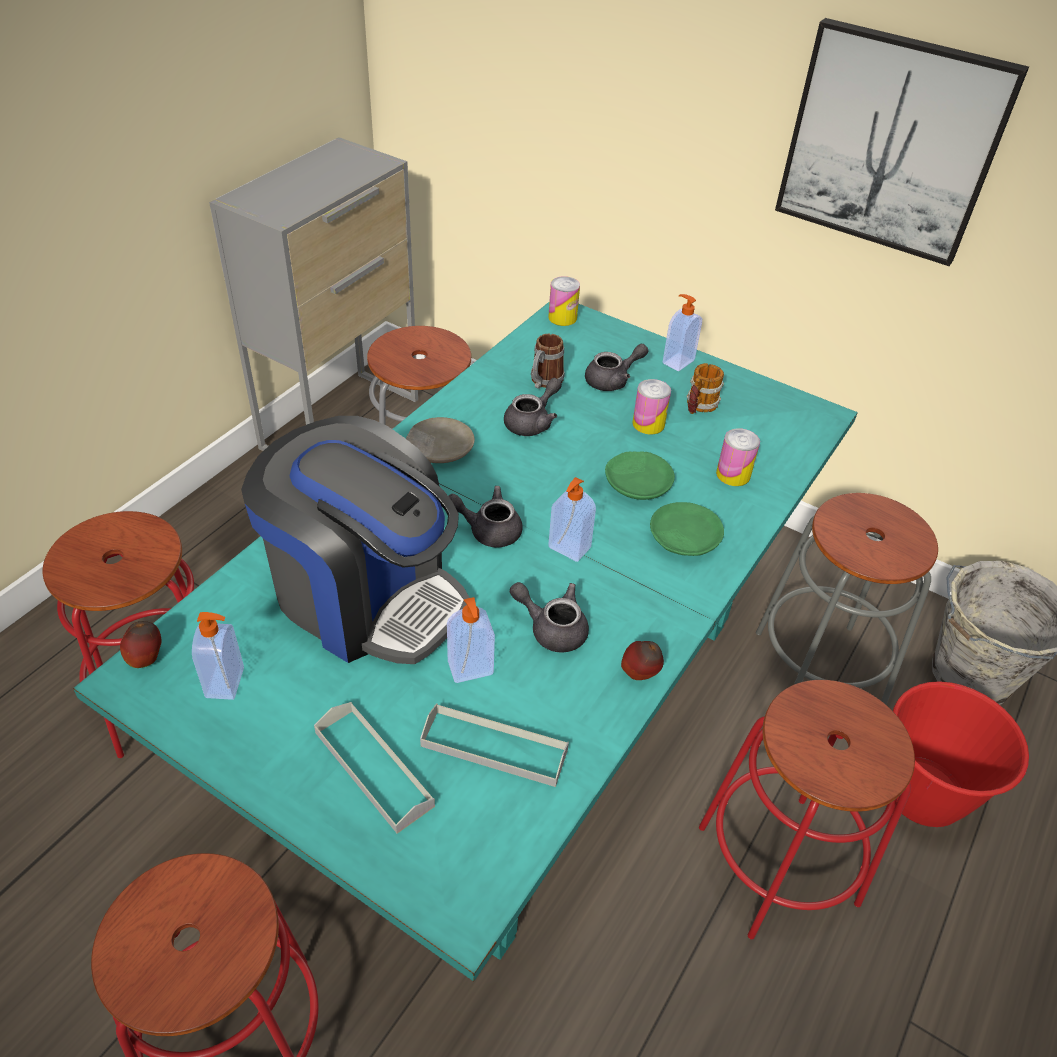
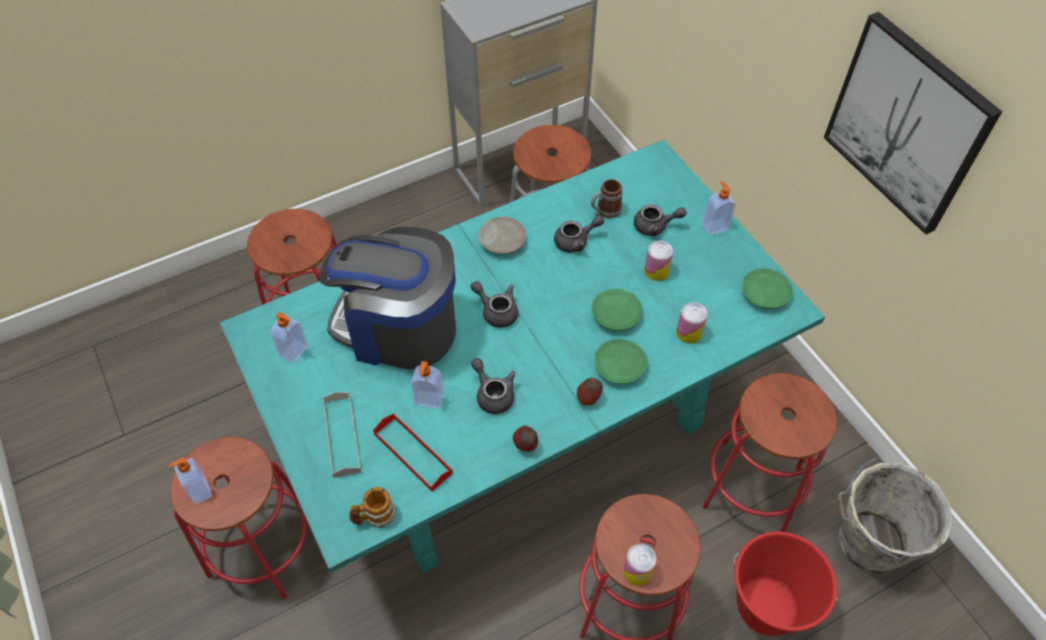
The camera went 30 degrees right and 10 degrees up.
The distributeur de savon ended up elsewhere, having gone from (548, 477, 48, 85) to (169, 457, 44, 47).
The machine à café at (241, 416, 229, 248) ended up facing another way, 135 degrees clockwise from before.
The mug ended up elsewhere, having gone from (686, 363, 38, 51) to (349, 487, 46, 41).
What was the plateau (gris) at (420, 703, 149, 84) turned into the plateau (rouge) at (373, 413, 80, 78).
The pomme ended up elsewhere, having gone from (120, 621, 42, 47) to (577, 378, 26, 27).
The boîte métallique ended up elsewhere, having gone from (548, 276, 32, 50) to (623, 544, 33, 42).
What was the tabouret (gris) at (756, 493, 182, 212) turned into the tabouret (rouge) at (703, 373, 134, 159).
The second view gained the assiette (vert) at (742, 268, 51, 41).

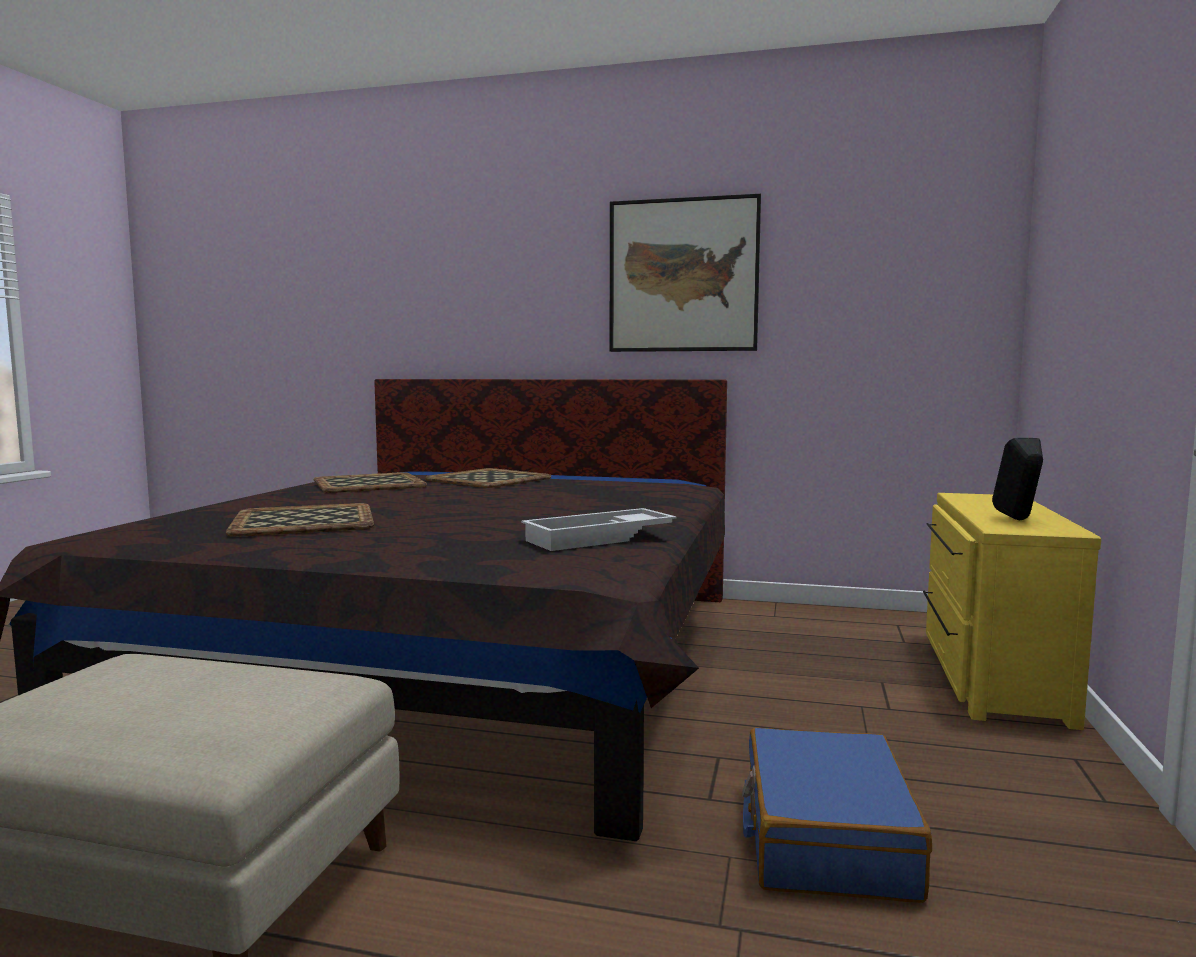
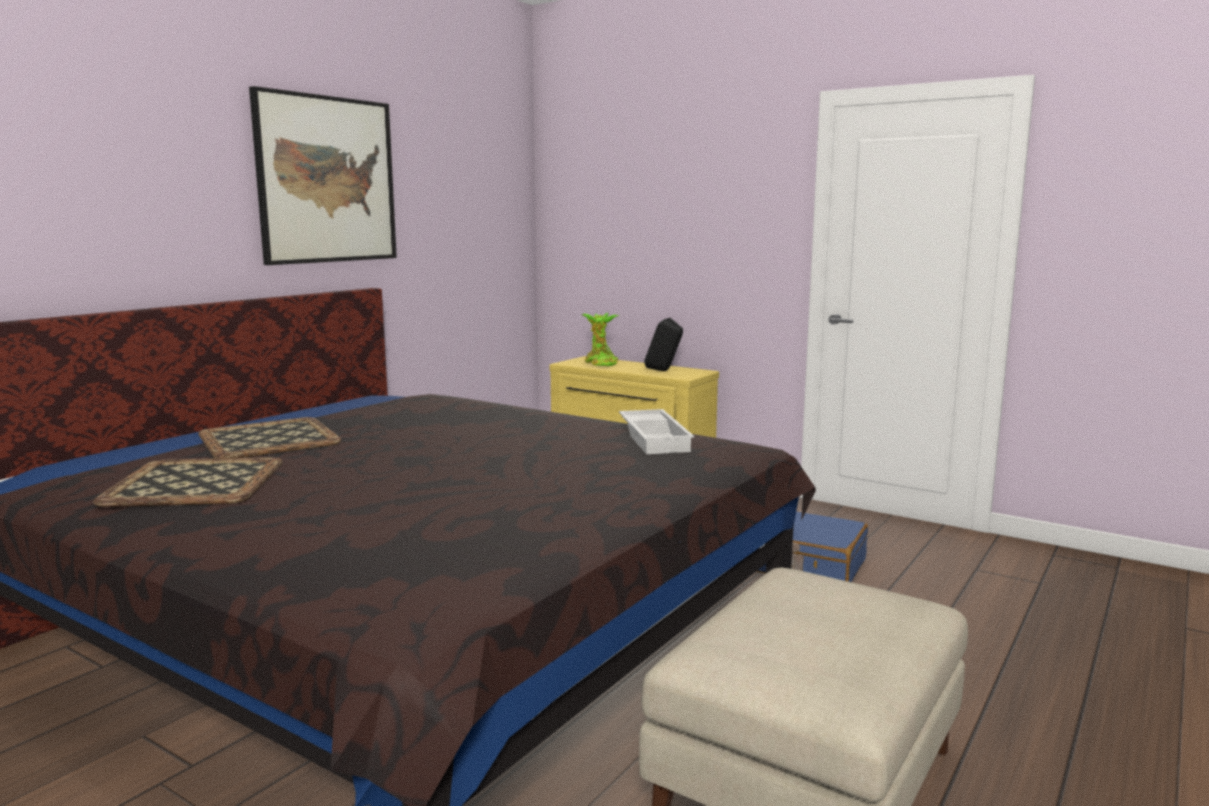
The camera went 70 degrees left and 5 degrees up.
The second view gained the plante en pot at (582, 313, 38, 53).
The second view lost the plateau at (226, 503, 148, 34).

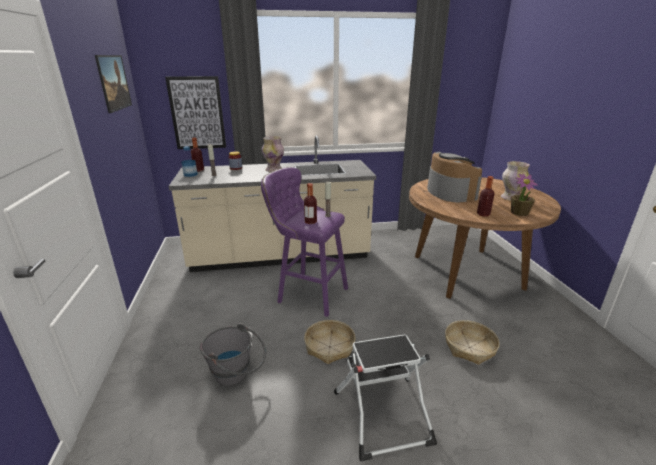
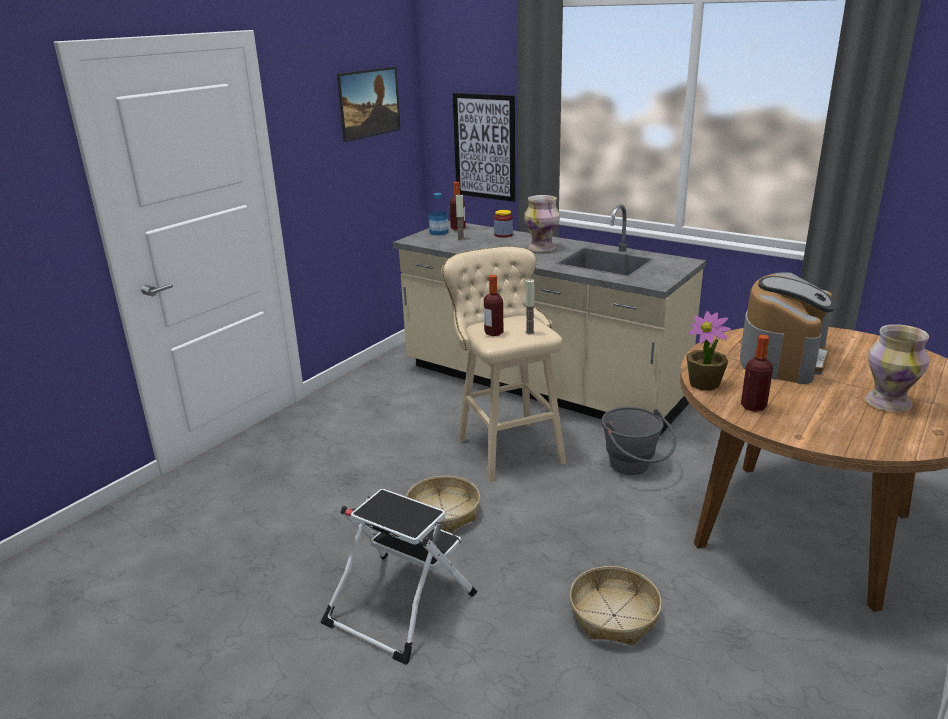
The camera went 45 degrees right and 0 degrees up.
What was the tabouret (violet) at (261, 167, 87, 150) turned into the tabouret (beige) at (441, 246, 125, 236).
The seau (gris) ended up elsewhere, having gone from (200, 323, 66, 63) to (601, 407, 75, 68).
The plante en pot ended up elsewhere, having gone from (511, 173, 27, 43) to (686, 311, 45, 79).

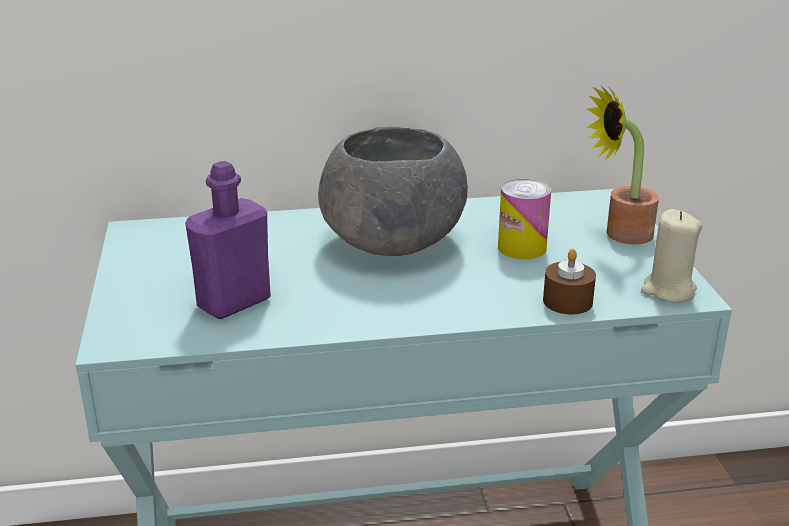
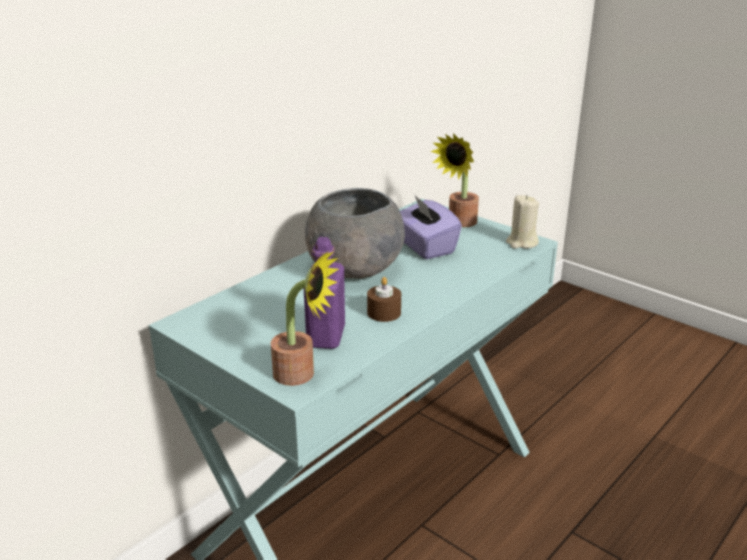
The camera went 40 degrees left and 0 degrees up.
The second view gained the plante en pot at (271, 251, 68, 135).
The bougie (marron) ended up elsewhere, having gone from (543, 249, 53, 65) to (367, 277, 34, 45).
Where the boîte métallique stood at (498, 179, 53, 80), the boîte à mouchoirs (violet) came to stand at (400, 194, 62, 65).

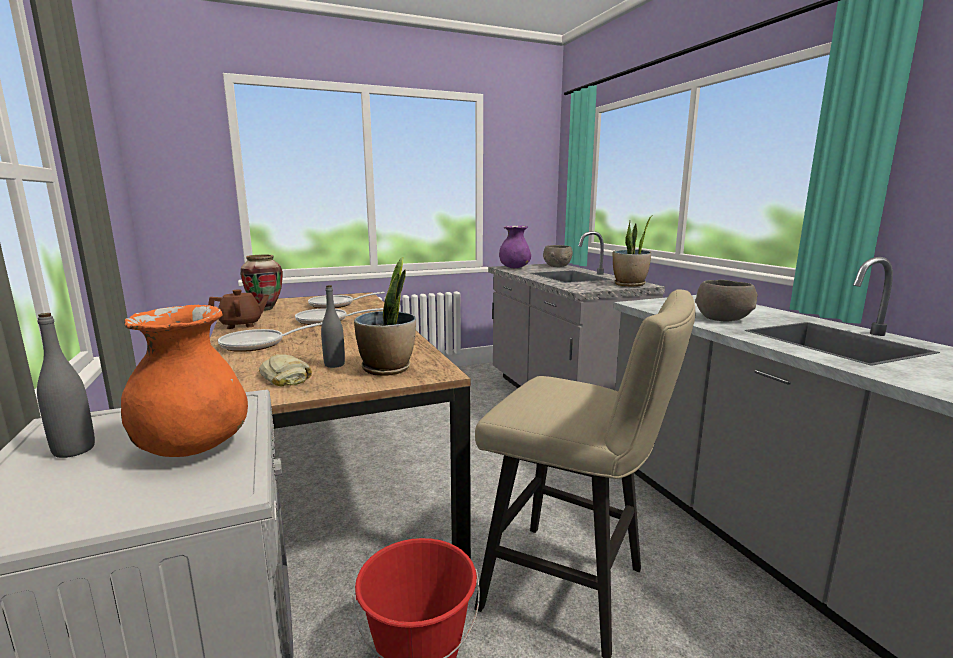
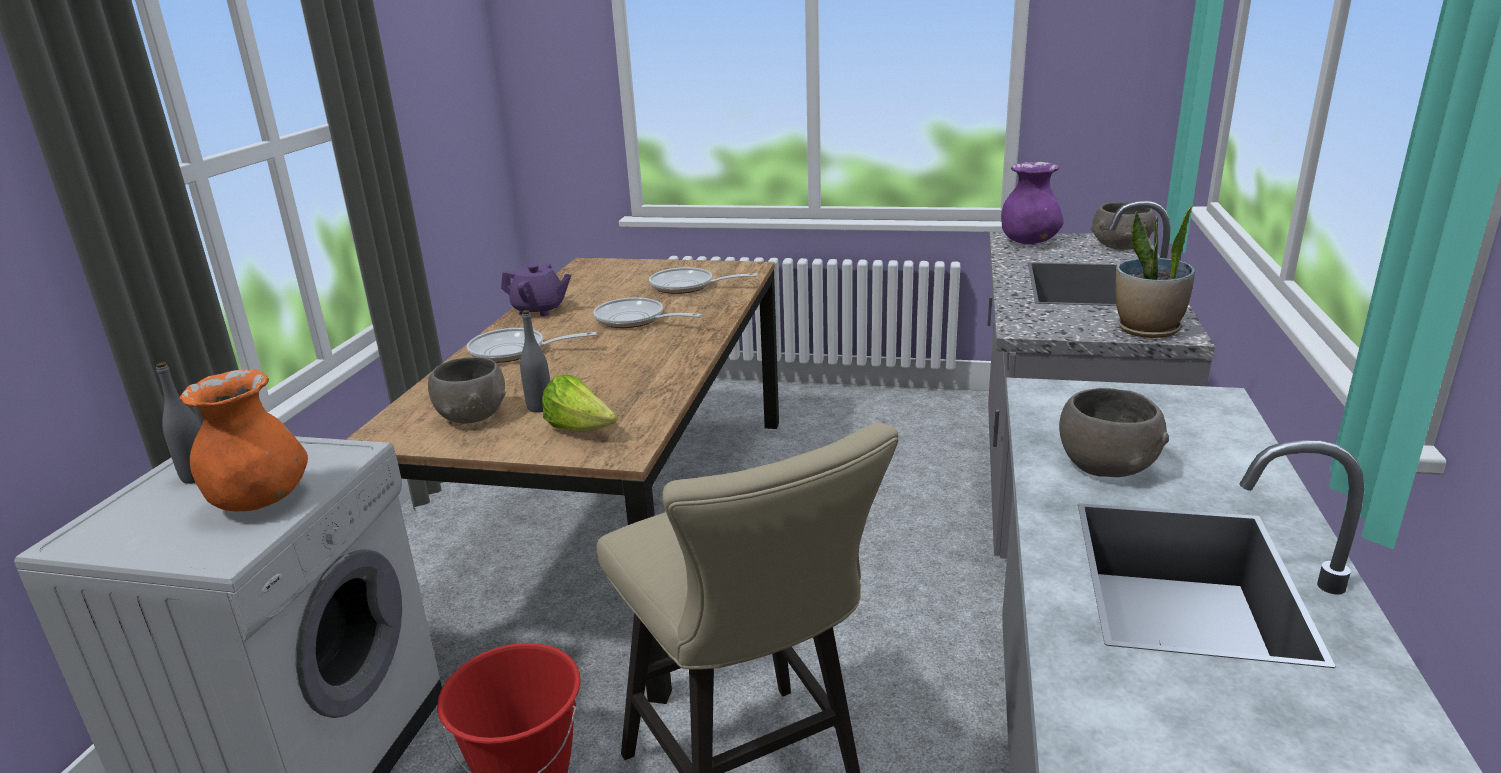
The camera went 35 degrees right and 10 degrees up.
Where the pain stood at (259, 354, 53, 33), the bol (gris) came to stand at (428, 357, 78, 67).
What was the théière (marron) at (208, 289, 61, 40) turned into the théière (violet) at (501, 264, 70, 52).
Where the plante en pot stood at (354, 257, 62, 119), the laitue came to stand at (542, 375, 76, 57).
The second view lost the vase at (240, 255, 43, 56).

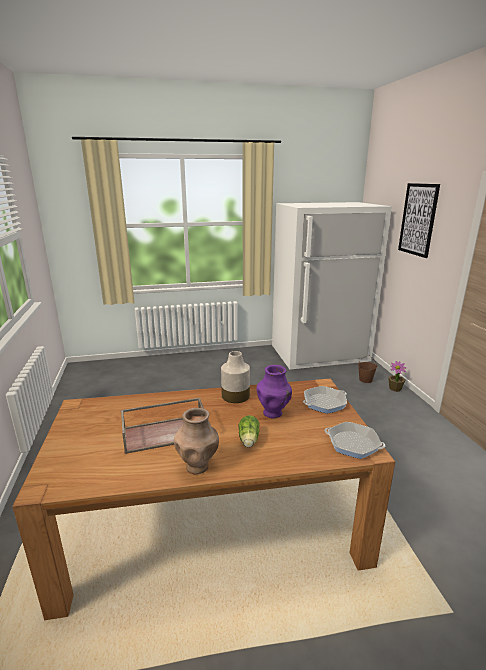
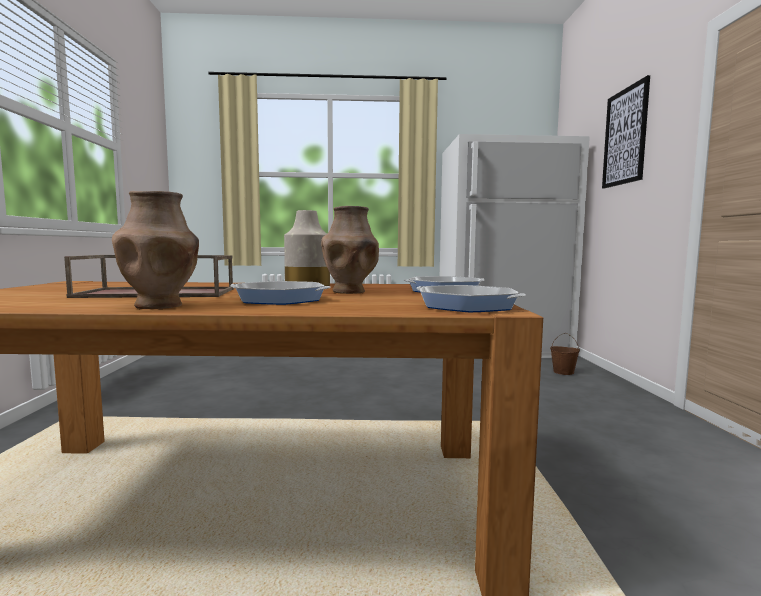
The camera went 10 degrees right and 15 degrees down.
Where the laitue stood at (239, 415, 20, 32), the poêle came to stand at (230, 281, 100, 24).
What was the vase (violet) at (256, 365, 36, 53) turned into the vase (marron) at (321, 206, 58, 88).
The second view lost the plante en pot at (388, 361, 18, 31).

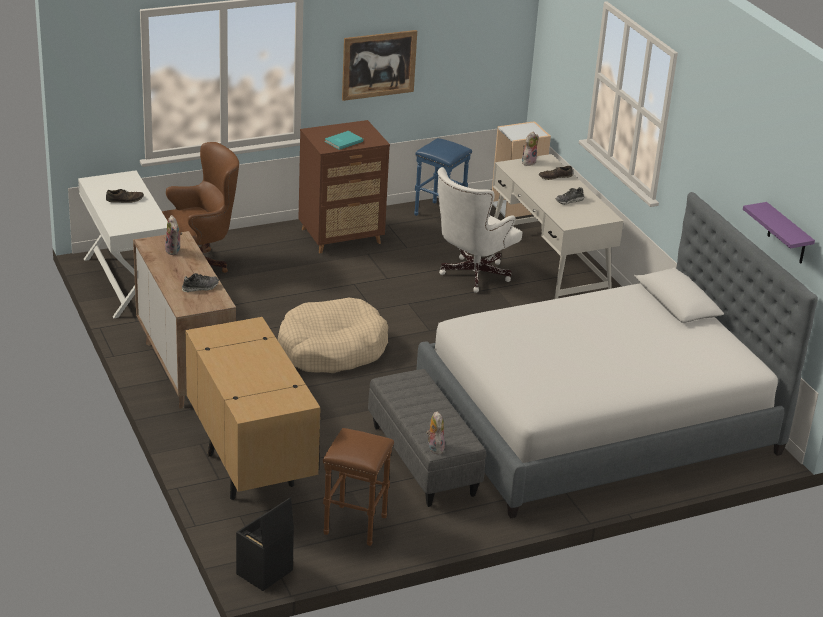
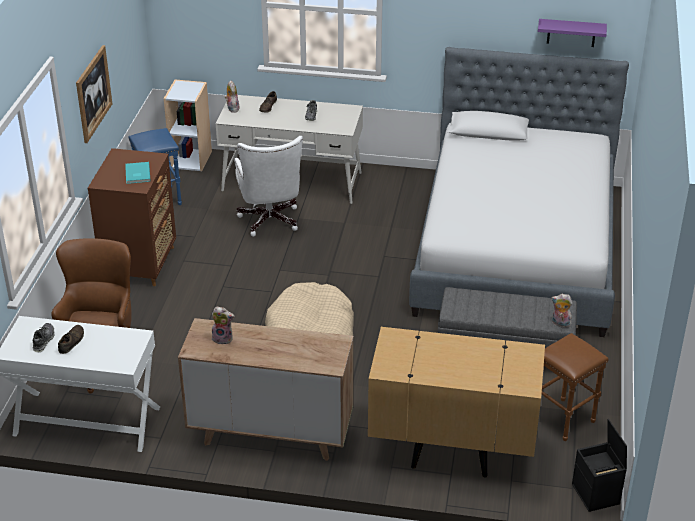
The camera went 55 degrees left and 5 degrees up.
The chaussure ended up elsewhere, having gone from (182, 273, 37, 19) to (33, 323, 22, 29).

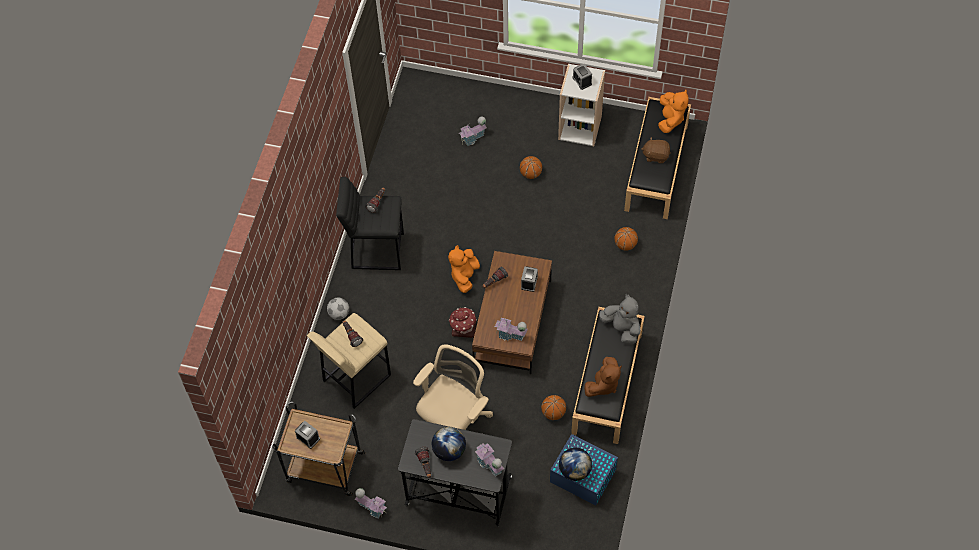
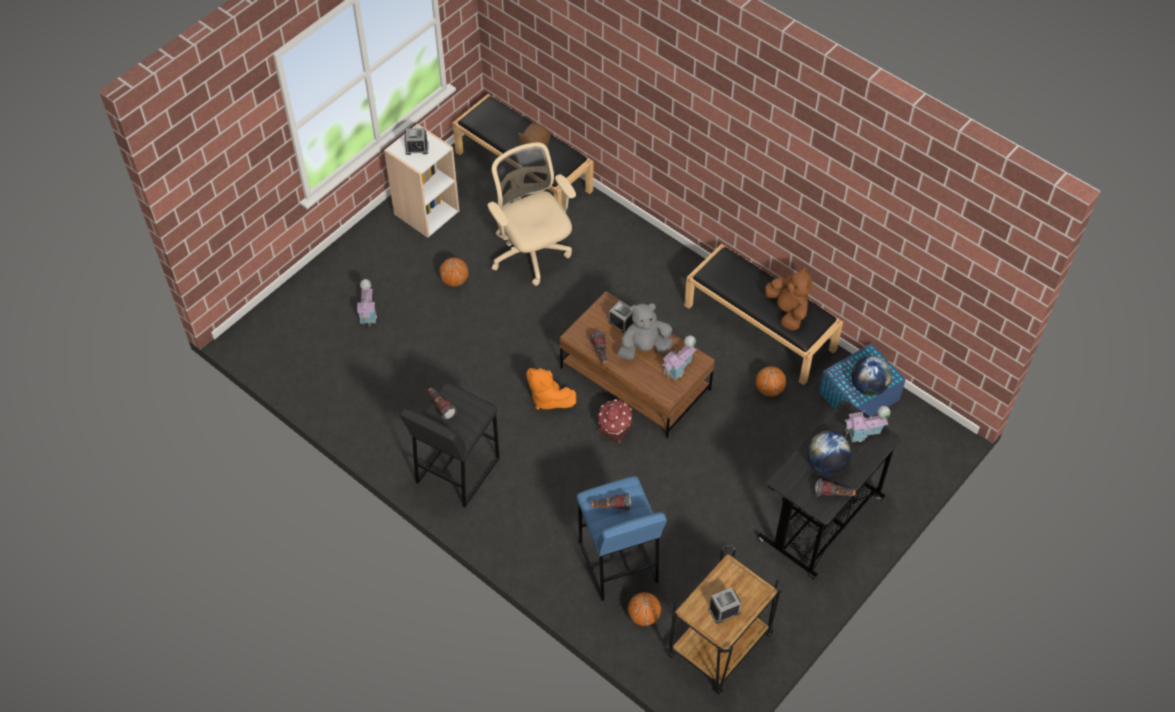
The camera went 65 degrees left and 5 degrees down.
The chaise de bureau (beige) ended up elsewhere, having gone from (413, 344, 80, 86) to (487, 142, 89, 144).
What was the tabouret (beige) at (307, 313, 84, 96) turned into the tabouret (bleu) at (577, 476, 90, 125).
The peluche (gris) ended up elsewhere, having gone from (599, 294, 42, 50) to (618, 303, 55, 57).
The ballon de basket ended up elsewhere, having gone from (615, 227, 23, 24) to (628, 592, 33, 34).
The second view lost the ballon de foot at (327, 298, 22, 22).
The second view lost the maison miniature at (355, 488, 32, 31).
The second view lost the peluche (orange) at (658, 90, 31, 43).

